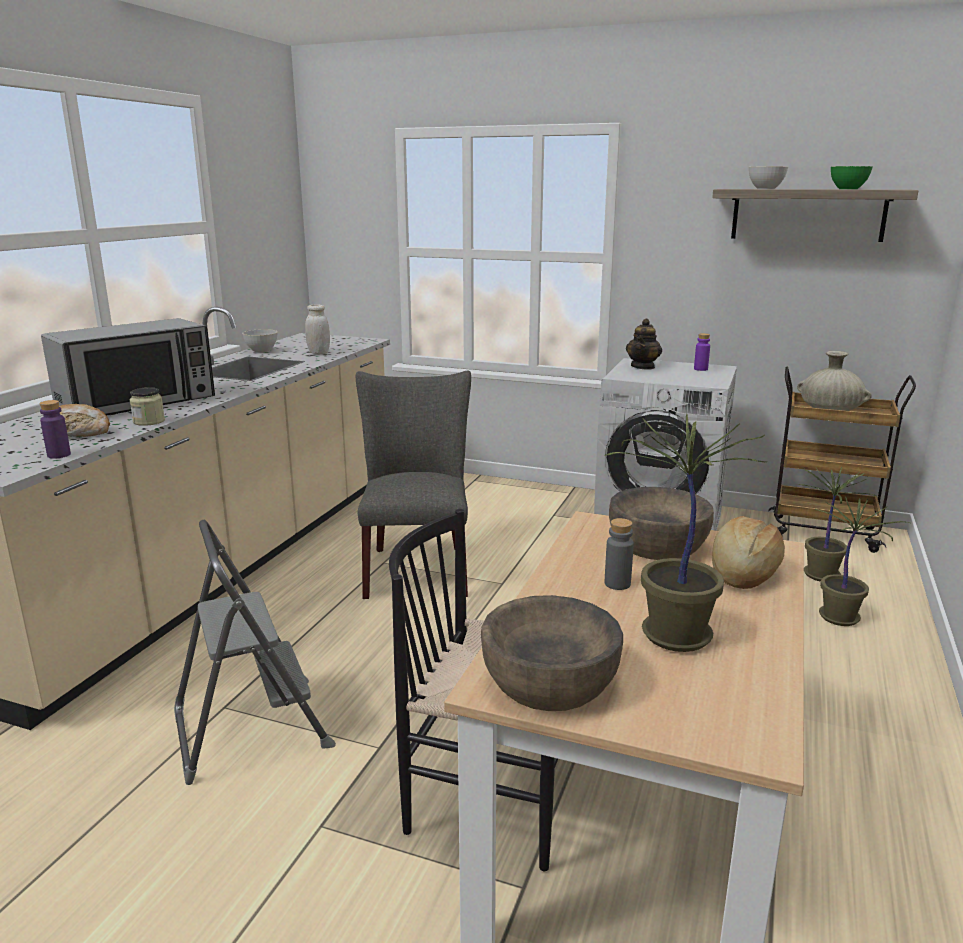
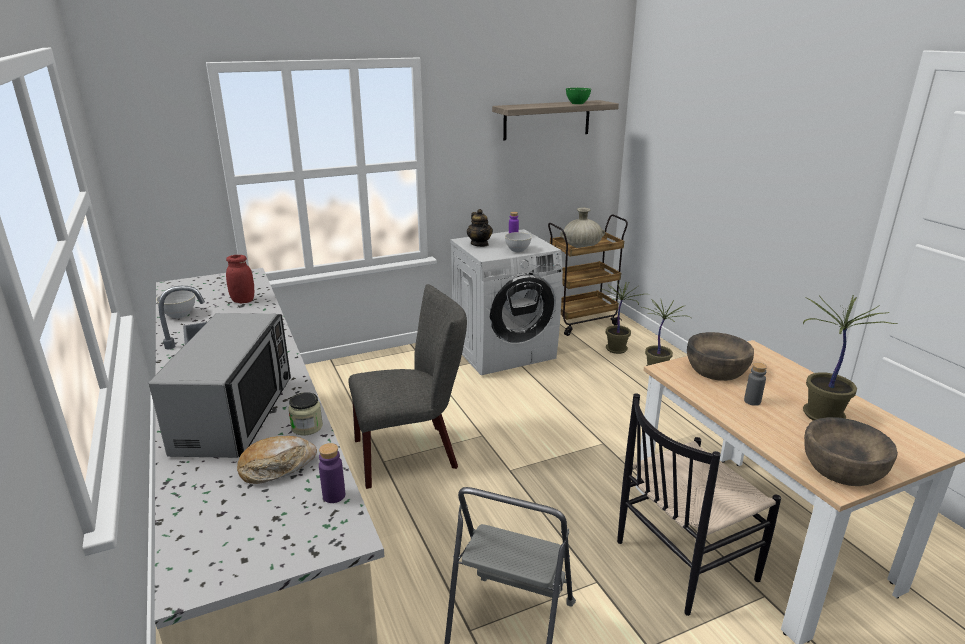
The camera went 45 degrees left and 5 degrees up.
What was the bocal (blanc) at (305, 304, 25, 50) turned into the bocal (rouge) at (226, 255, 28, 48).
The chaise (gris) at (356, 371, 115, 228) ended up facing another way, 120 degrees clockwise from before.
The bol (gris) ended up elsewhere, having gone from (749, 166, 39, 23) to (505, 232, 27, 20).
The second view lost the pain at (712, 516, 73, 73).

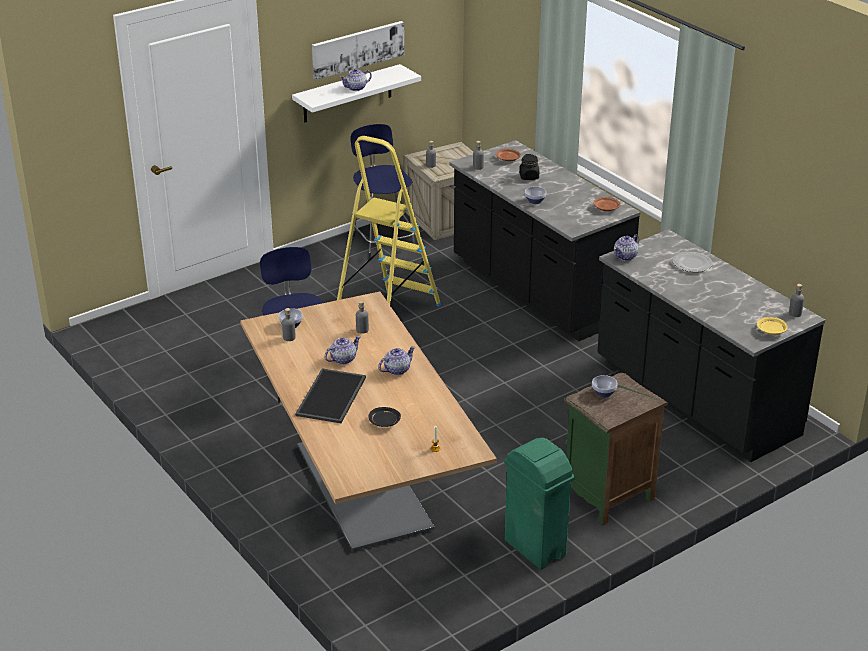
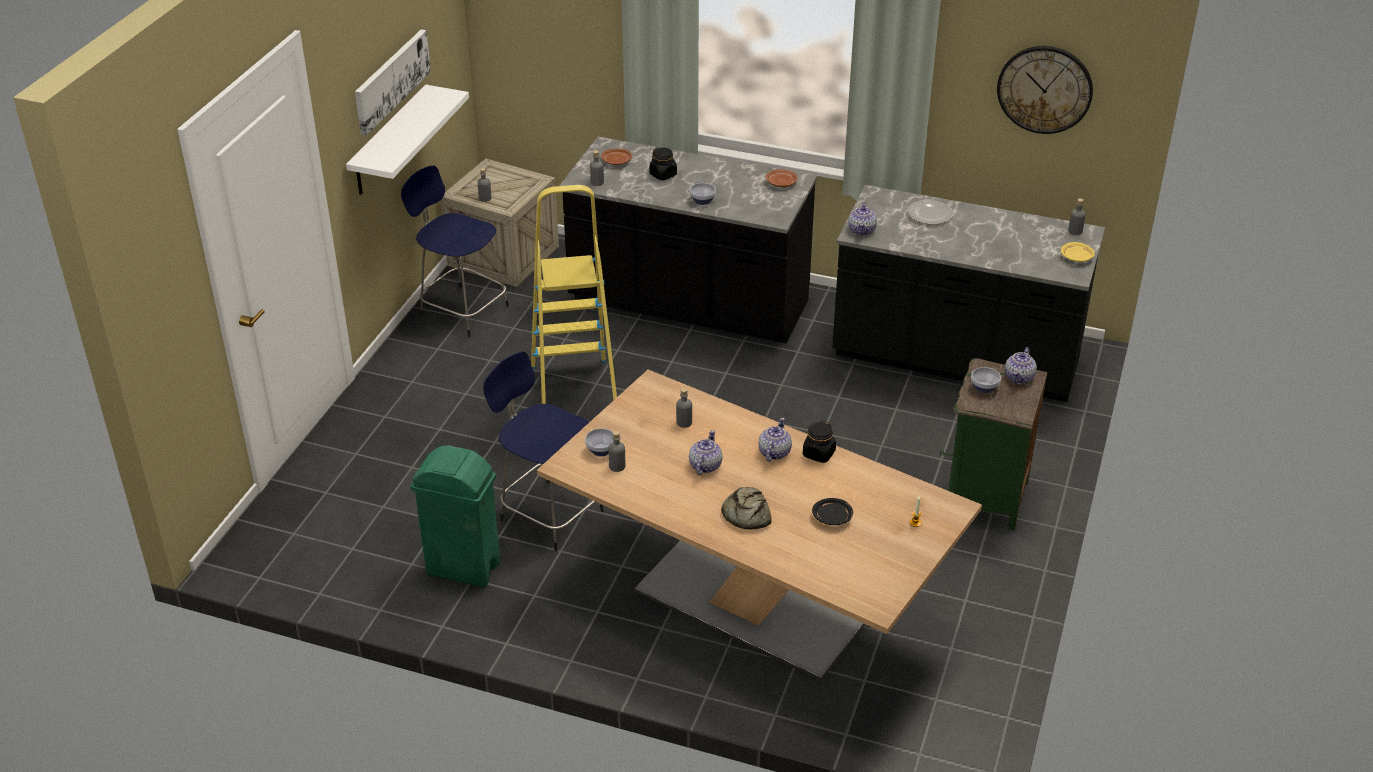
The camera went 35 degrees left and 5 degrees up.
The poubelle (vert) ended up elsewhere, having gone from (504, 438, 71, 131) to (410, 445, 90, 142).
Where the plateau stood at (295, 368, 71, 55), the pain came to stand at (721, 487, 51, 42).
The second view gained the bocal (noir) at (803, 421, 33, 42).
The second view gained the horloge murale at (997, 46, 96, 88).
The théière ended up elsewhere, having gone from (340, 68, 32, 23) to (1005, 347, 32, 37).

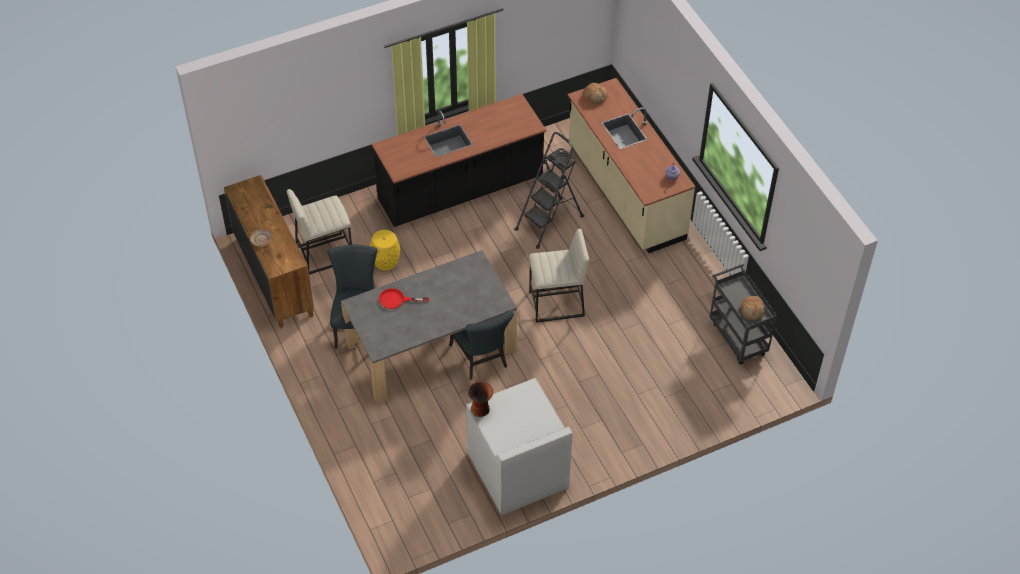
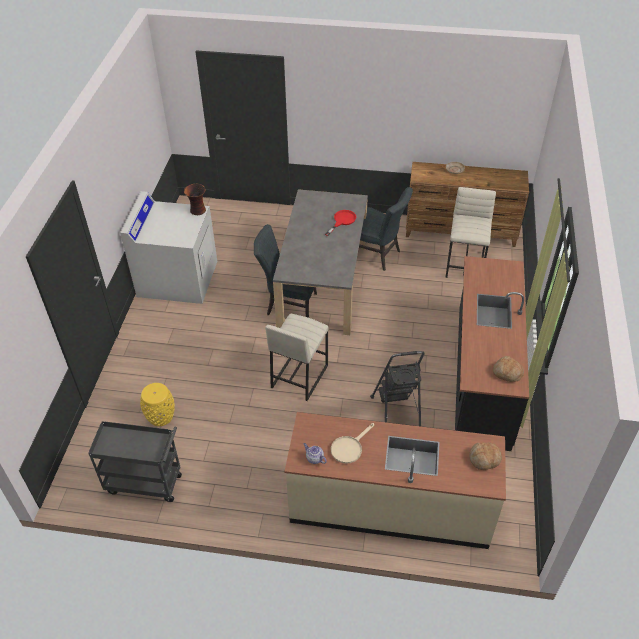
The camera went 125 degrees right and 5 degrees down.
The tabouret (jaune) ended up elsewhere, having gone from (370, 230, 30, 40) to (140, 383, 35, 43).
The second view gained the poêle (beige) at (331, 423, 43, 41).
The pain ended up elsewhere, having gone from (741, 296, 24, 24) to (493, 356, 31, 26).

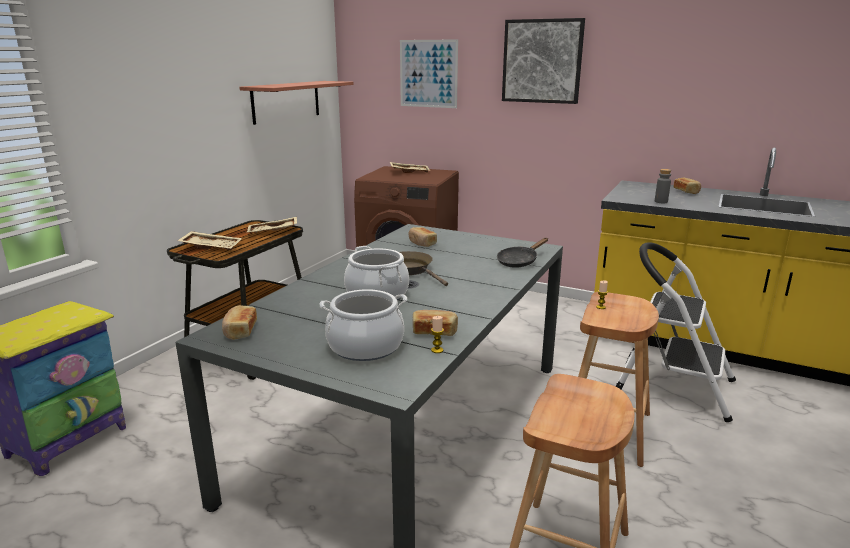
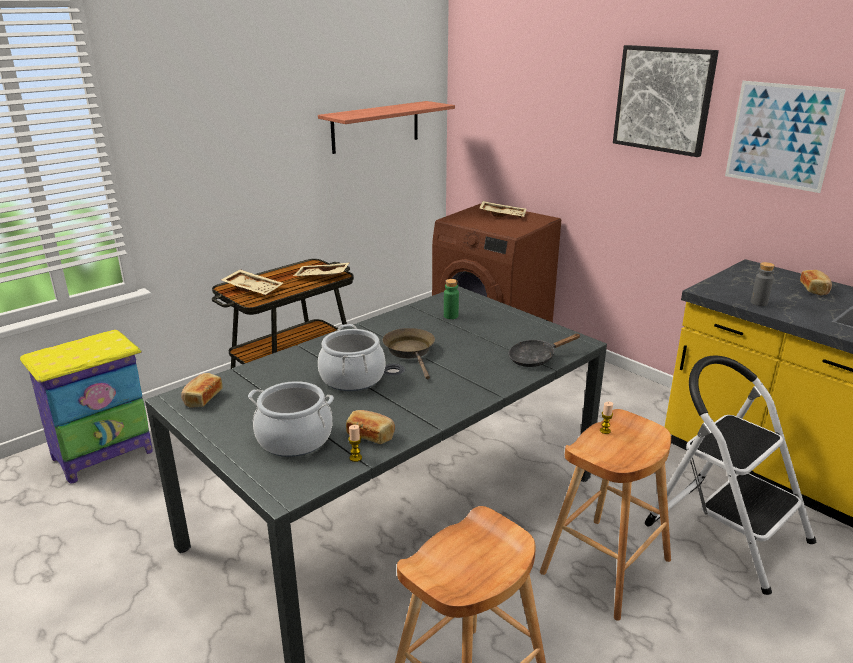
The camera went 20 degrees right and 5 degrees up.
Where the pain stood at (409, 227, 28, 20), the bouteille (vert) came to stand at (444, 279, 15, 40).
The tableau ended up elsewhere, having gone from (400, 39, 58, 69) to (725, 81, 121, 112).

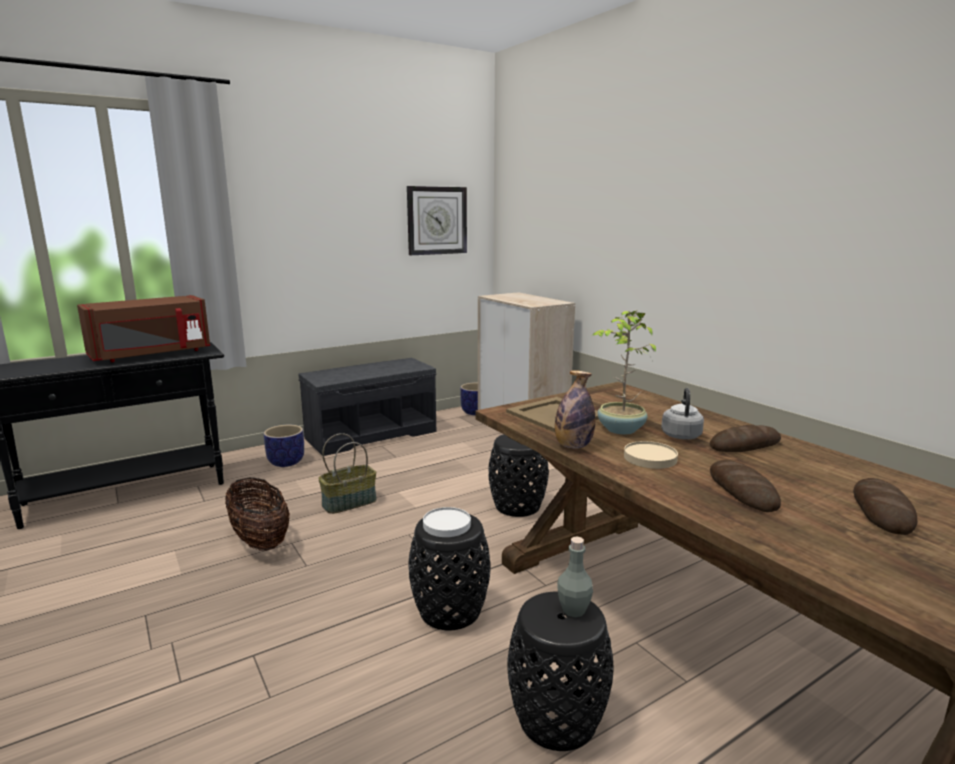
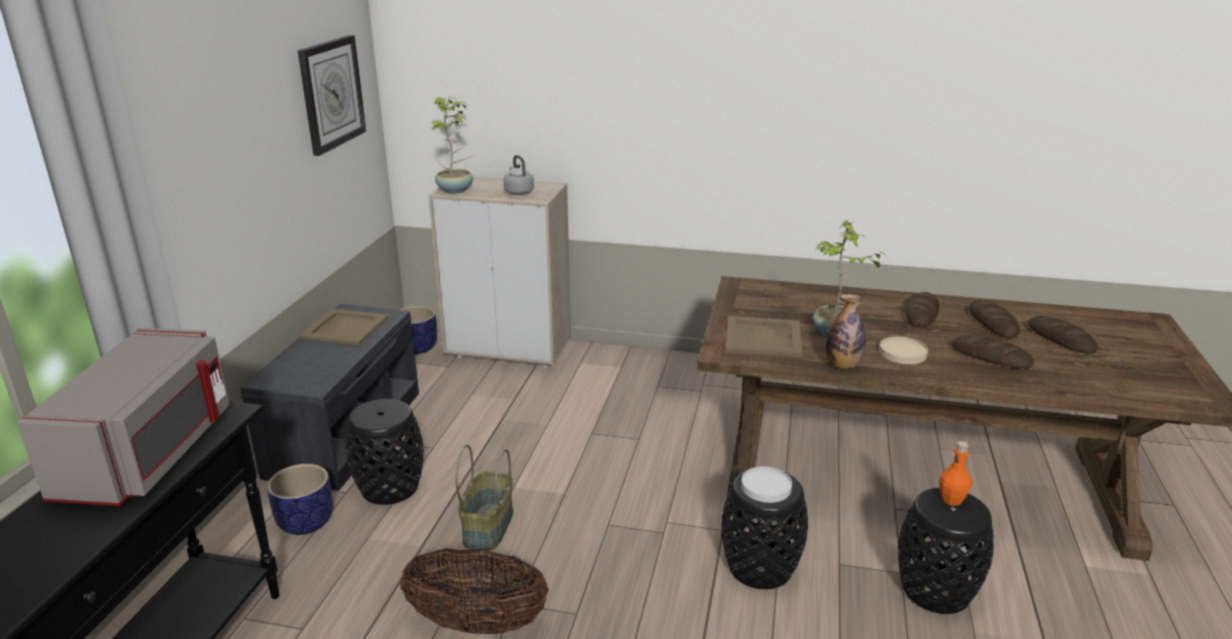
The camera went 45 degrees left and 10 degrees up.
What was the micro-ondes (marron) at (77, 295, 133, 67) turned into the micro-ondes (gris) at (17, 328, 213, 178).
The second view gained the plateau (beige) at (299, 309, 90, 36).
The tabouret (noir) ended up elsewhere, having gone from (488, 434, 61, 83) to (345, 399, 79, 106).
The second view gained the plante en pot at (430, 97, 43, 97).
The bouilloire (gris) ended up elsewhere, having gone from (661, 388, 43, 52) to (504, 155, 30, 40).
What was the bouteille (gris) at (557, 537, 36, 80) turned into the bouteille (orange) at (939, 441, 33, 65).
The second view gained the pain at (969, 300, 51, 38).

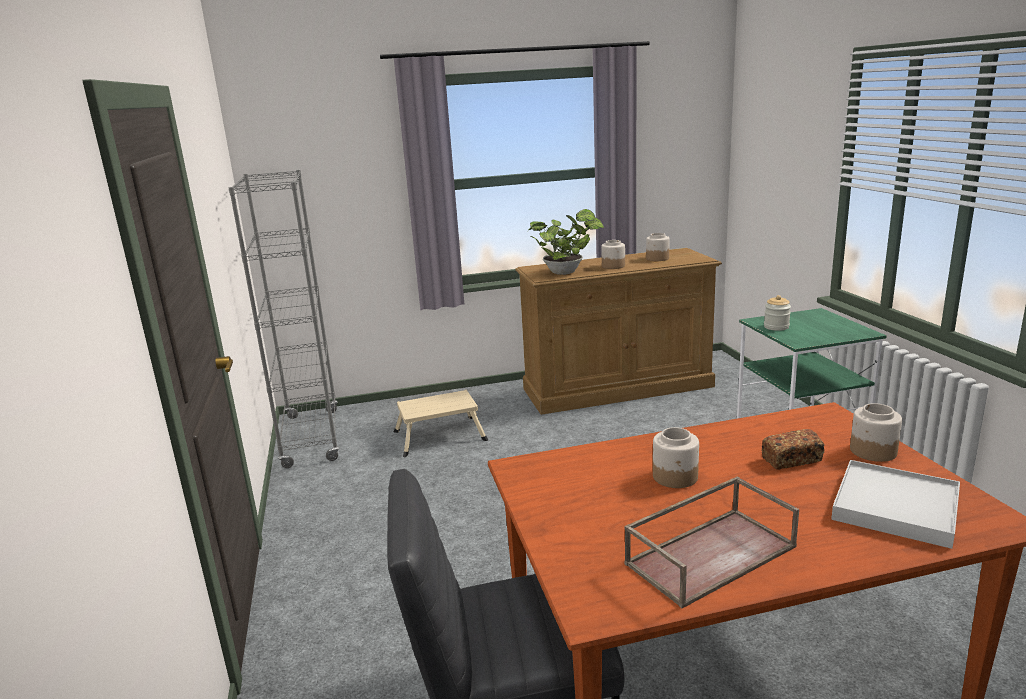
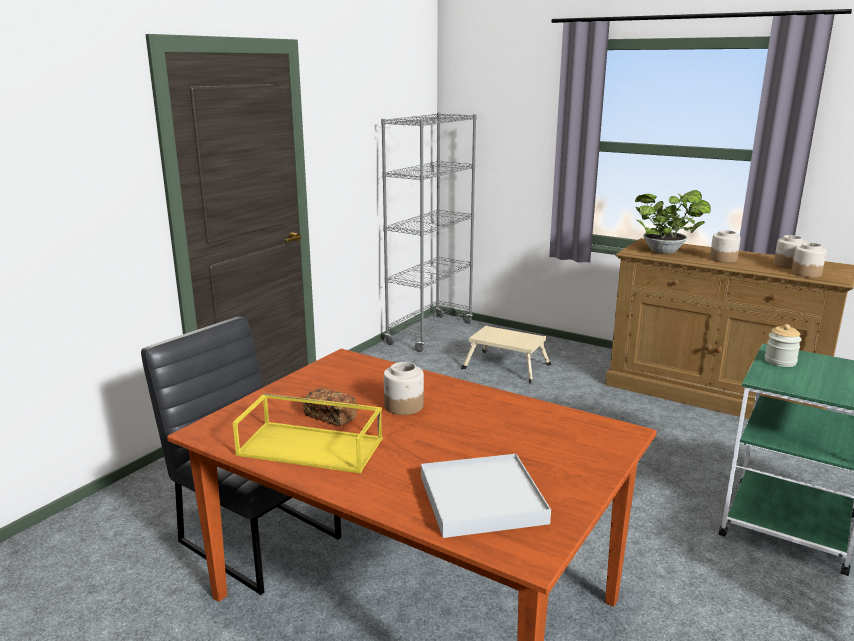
The camera went 45 degrees right and 0 degrees up.
What was the plateau (marron) at (624, 477, 175, 131) turned into the plateau (jaune) at (233, 393, 150, 81).
The pain ended up elsewhere, having gone from (761, 429, 64, 41) to (303, 387, 54, 39).
The bocal ended up elsewhere, having gone from (850, 403, 52, 59) to (791, 243, 36, 35).

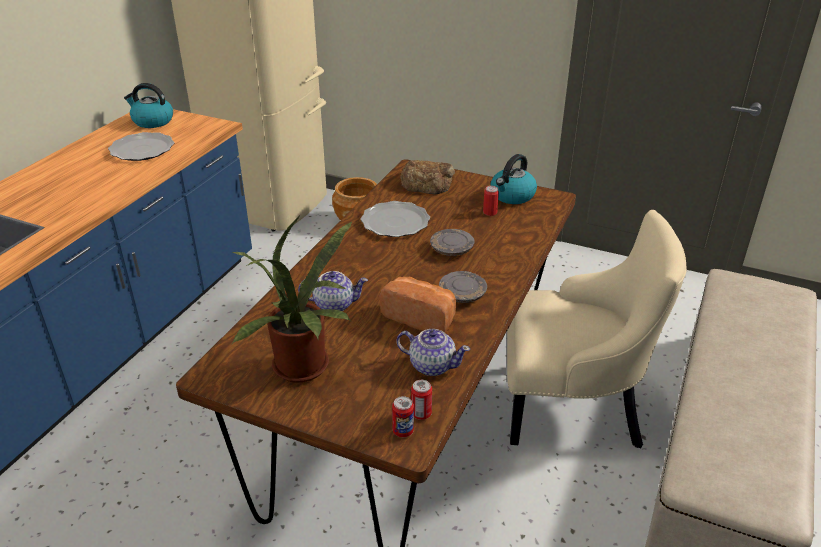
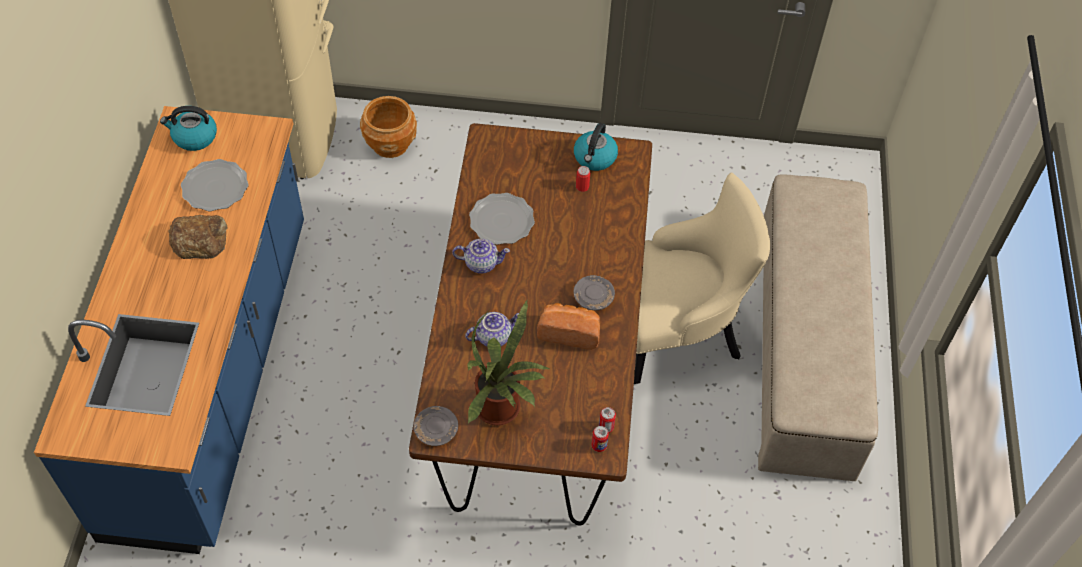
The camera went 20 degrees left and 20 degrees up.
The pain ended up elsewhere, having gone from (400, 160, 55, 34) to (169, 215, 59, 44).
The assiette (gris) ended up elsewhere, having gone from (430, 229, 45, 27) to (414, 406, 44, 40).
The théière ended up elsewhere, having gone from (396, 329, 74, 47) to (452, 239, 58, 34).

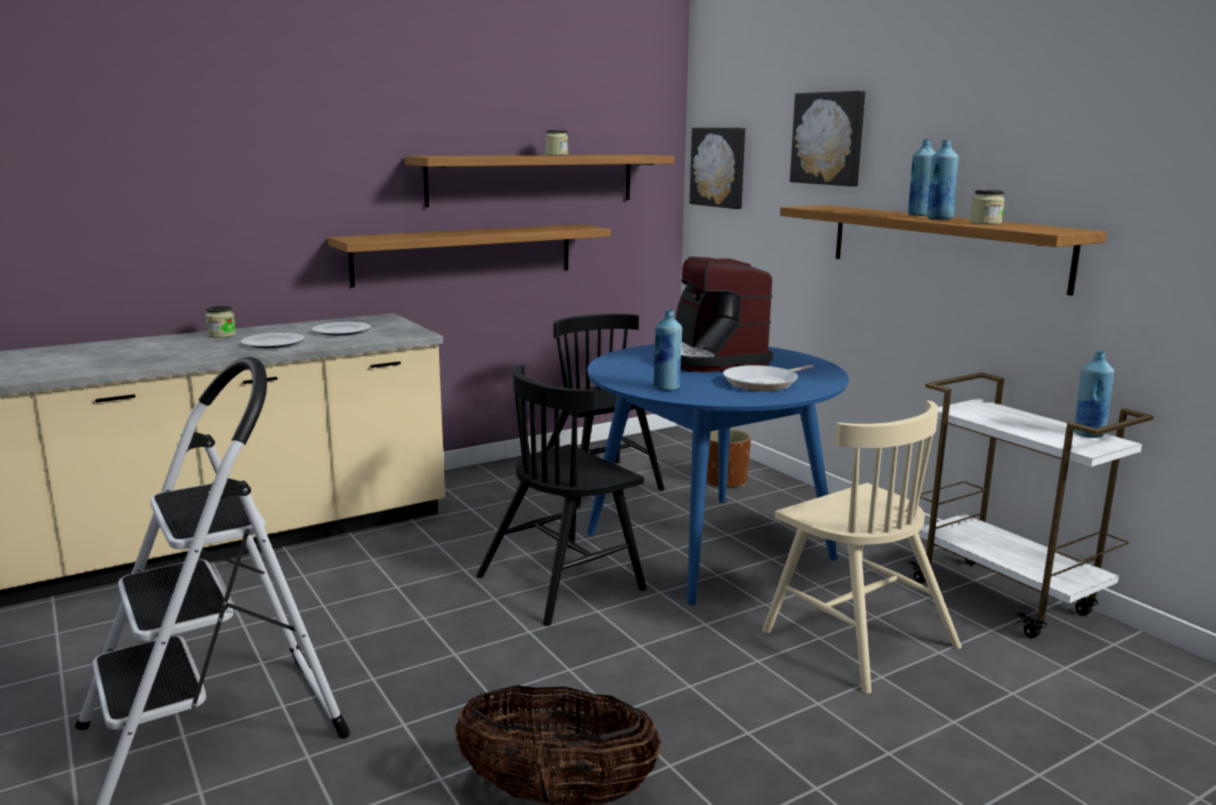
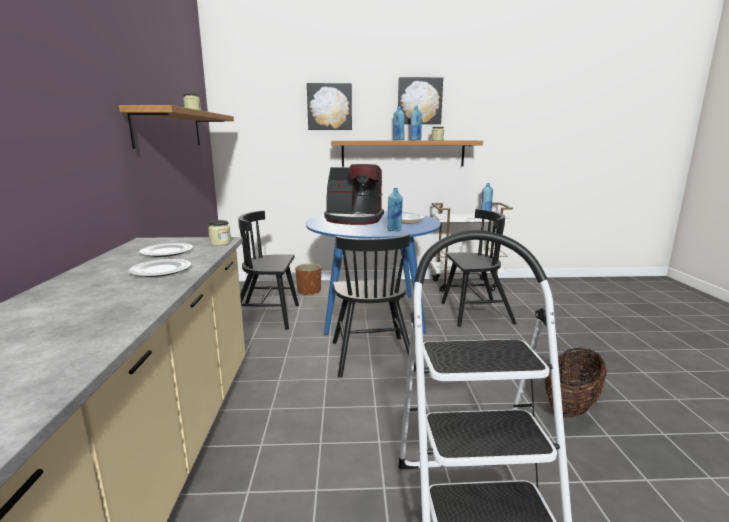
The camera went 60 degrees left and 0 degrees up.
The bocal ended up elsewhere, having gone from (205, 306, 31, 32) to (208, 220, 23, 26).
The tableau ended up elsewhere, having gone from (690, 128, 55, 81) to (398, 77, 45, 47).
What was the chaise (beige) at (762, 400, 200, 294) turned into the chaise (noir) at (442, 209, 75, 118).
The second view lost the étagère at (328, 224, 283, 64).

